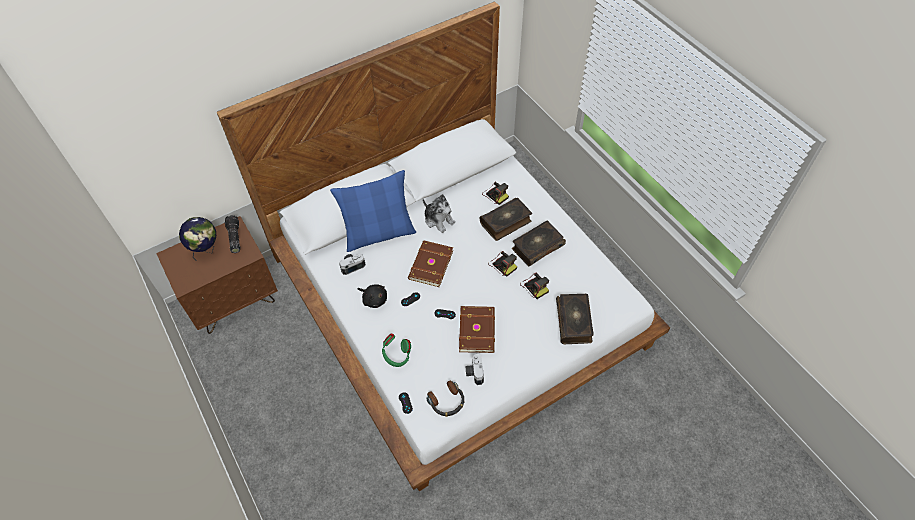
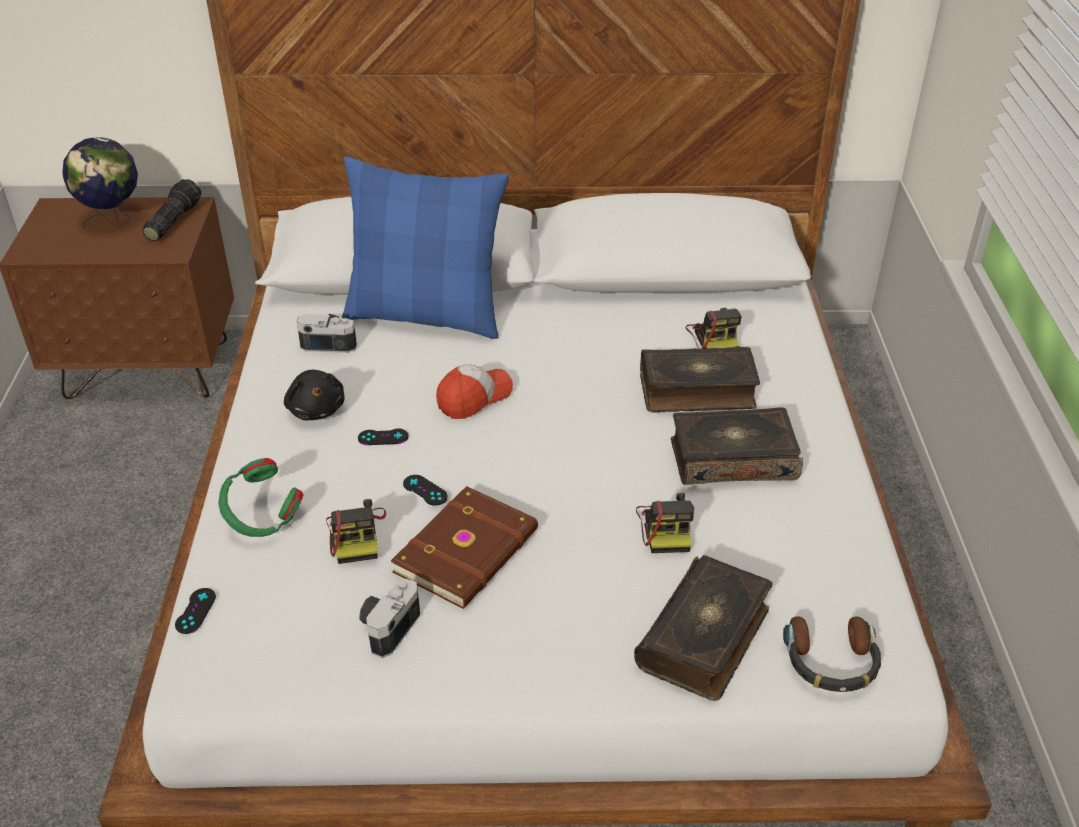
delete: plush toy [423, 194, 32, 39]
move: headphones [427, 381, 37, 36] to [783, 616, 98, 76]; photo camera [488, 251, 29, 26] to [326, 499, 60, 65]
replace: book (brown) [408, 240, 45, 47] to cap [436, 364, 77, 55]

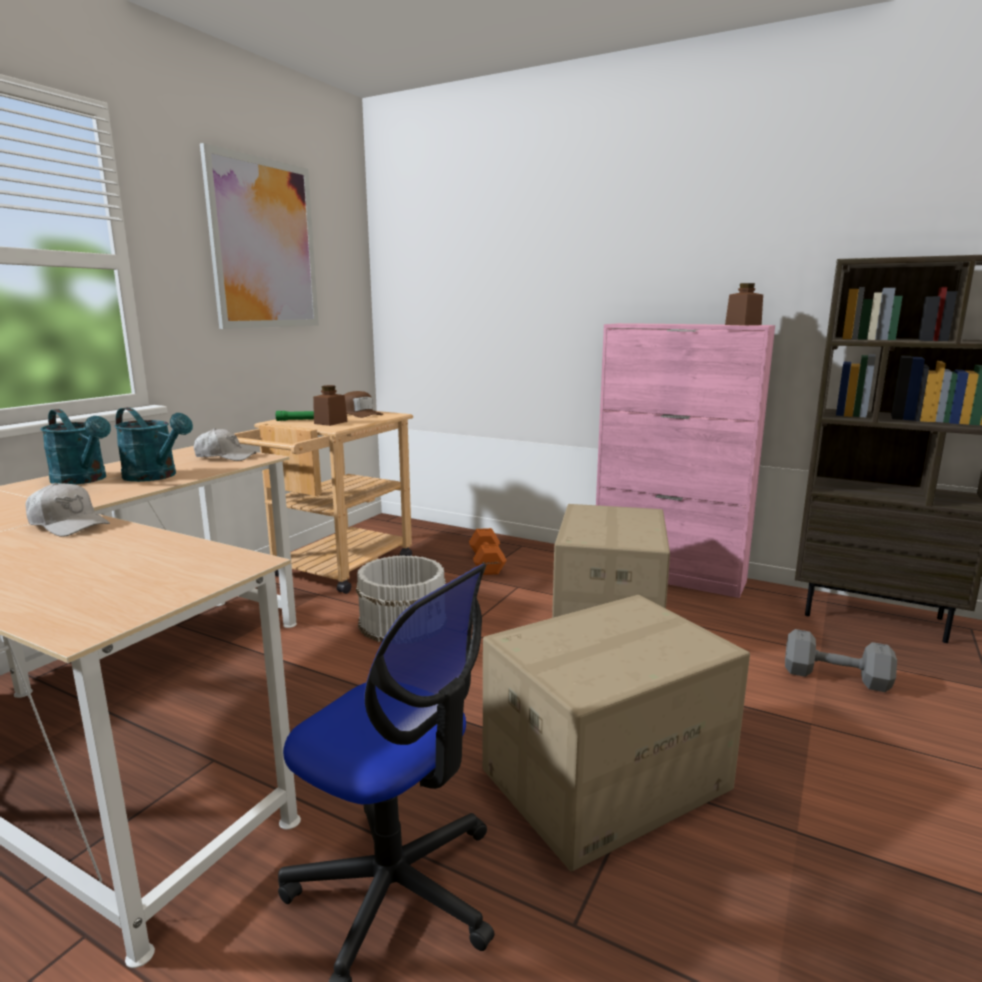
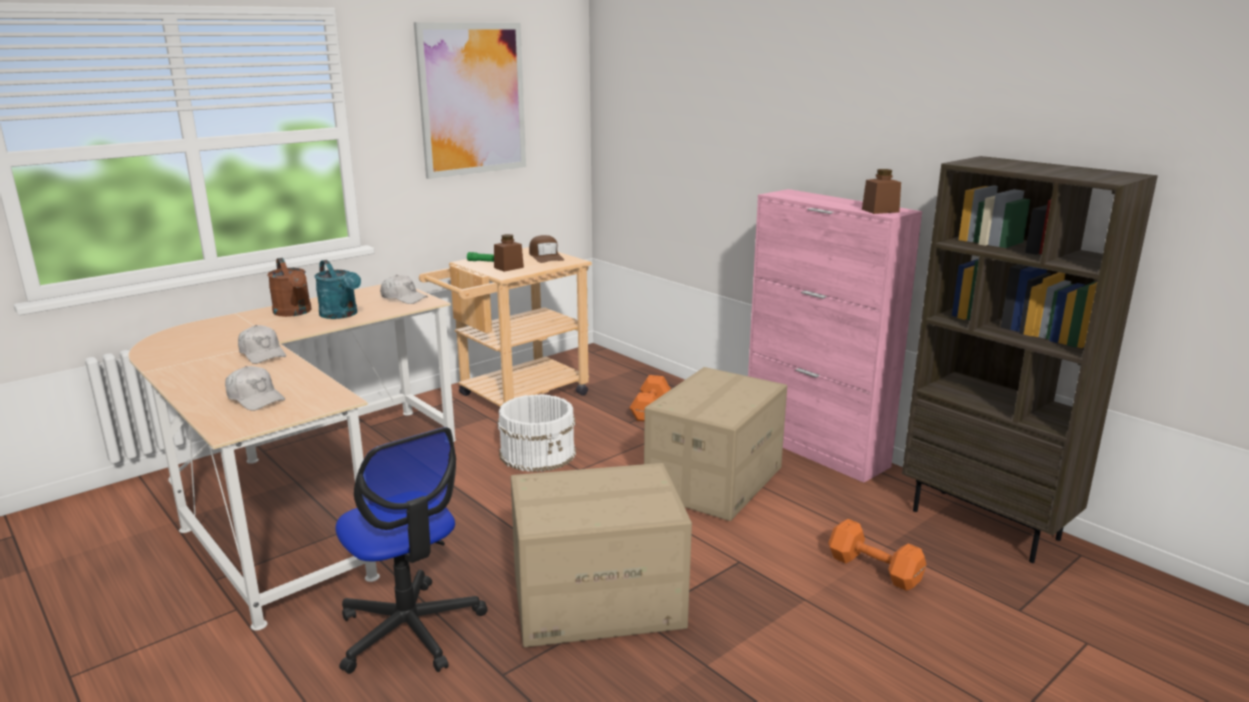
insert: cap (white) [225, 366, 60, 45]
recolor: watering can (turquoise) [41, 409, 70, 76] to watering can (brown) [267, 258, 45, 59]; dumbbell (grey) [785, 629, 112, 63] to dumbbell (orange) [828, 519, 98, 72]

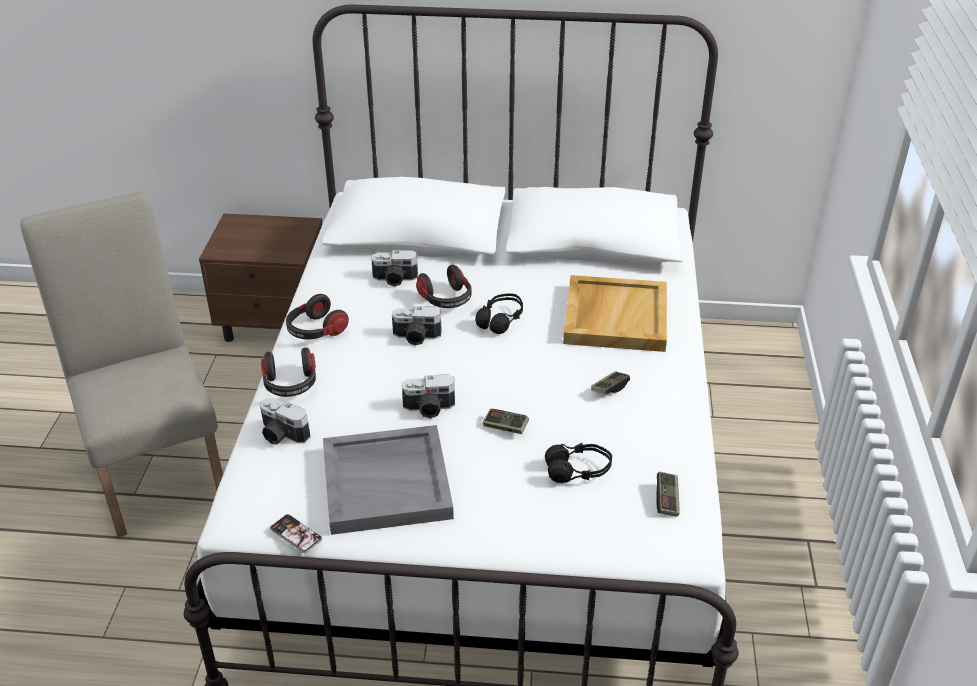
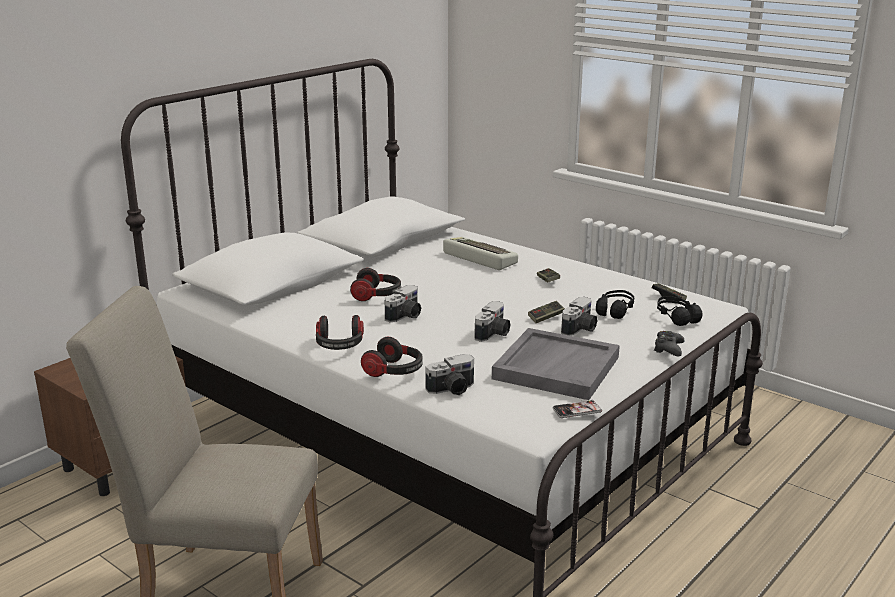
insert: game controller (black) [654, 331, 30, 25]
move: photo camera [371, 250, 47, 37] to [561, 297, 36, 39]; headphones (black) [475, 293, 48, 41] to [657, 296, 45, 30]
replace: tray (beige) [563, 275, 104, 77] to keyboard [443, 237, 75, 33]

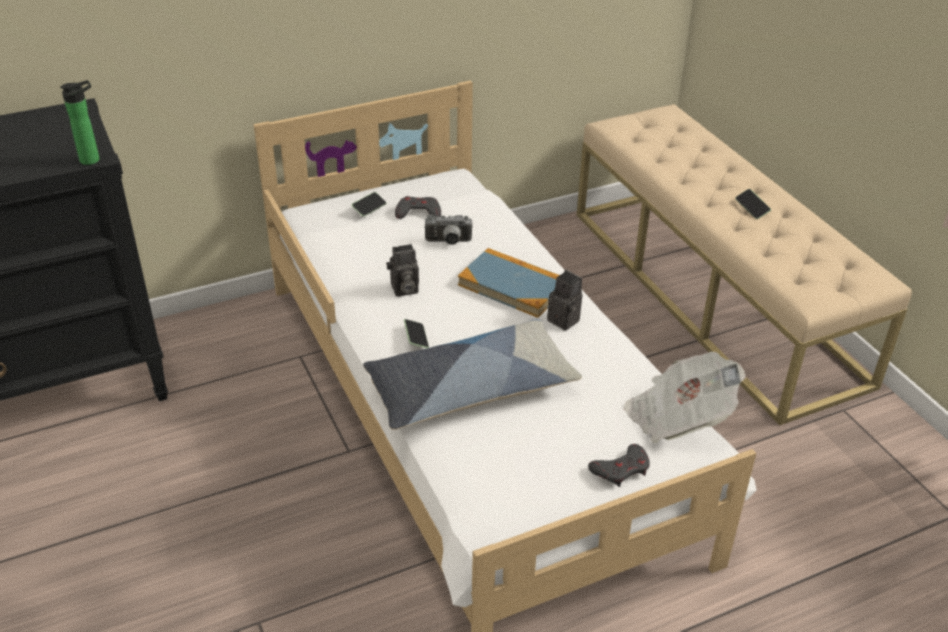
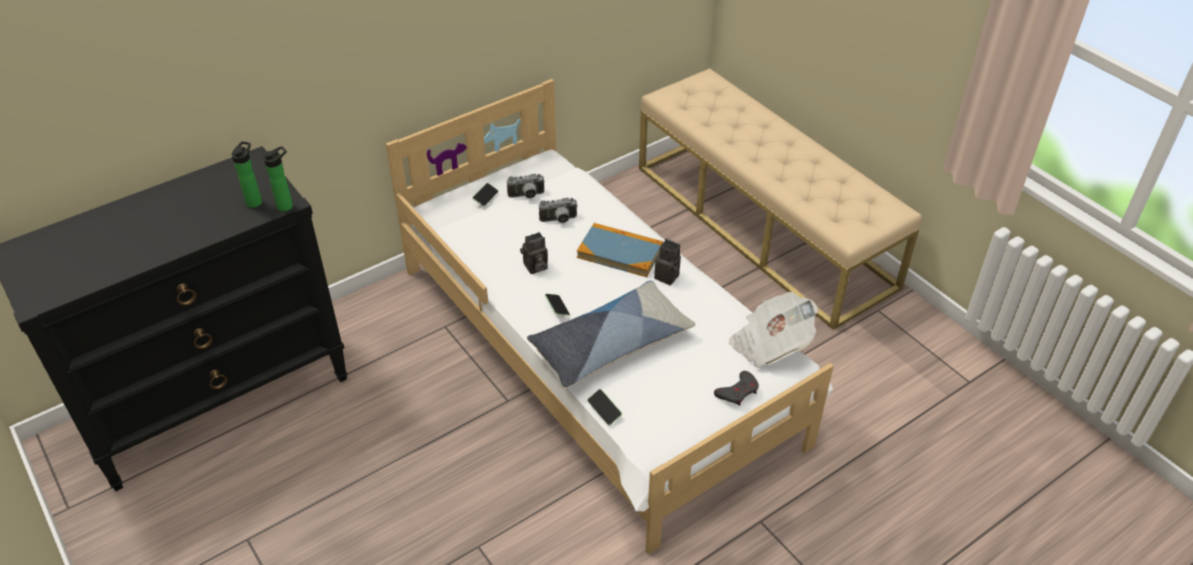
insert: bottle [232, 141, 30, 67]
move: phone [735, 189, 36, 30] to [587, 389, 35, 36]
replace: game controller (grey) [395, 196, 46, 23] to photo camera [507, 174, 38, 25]

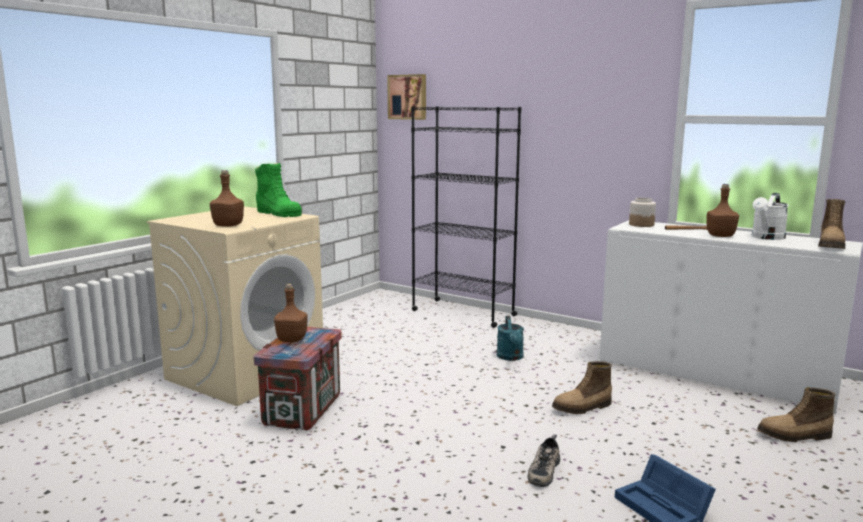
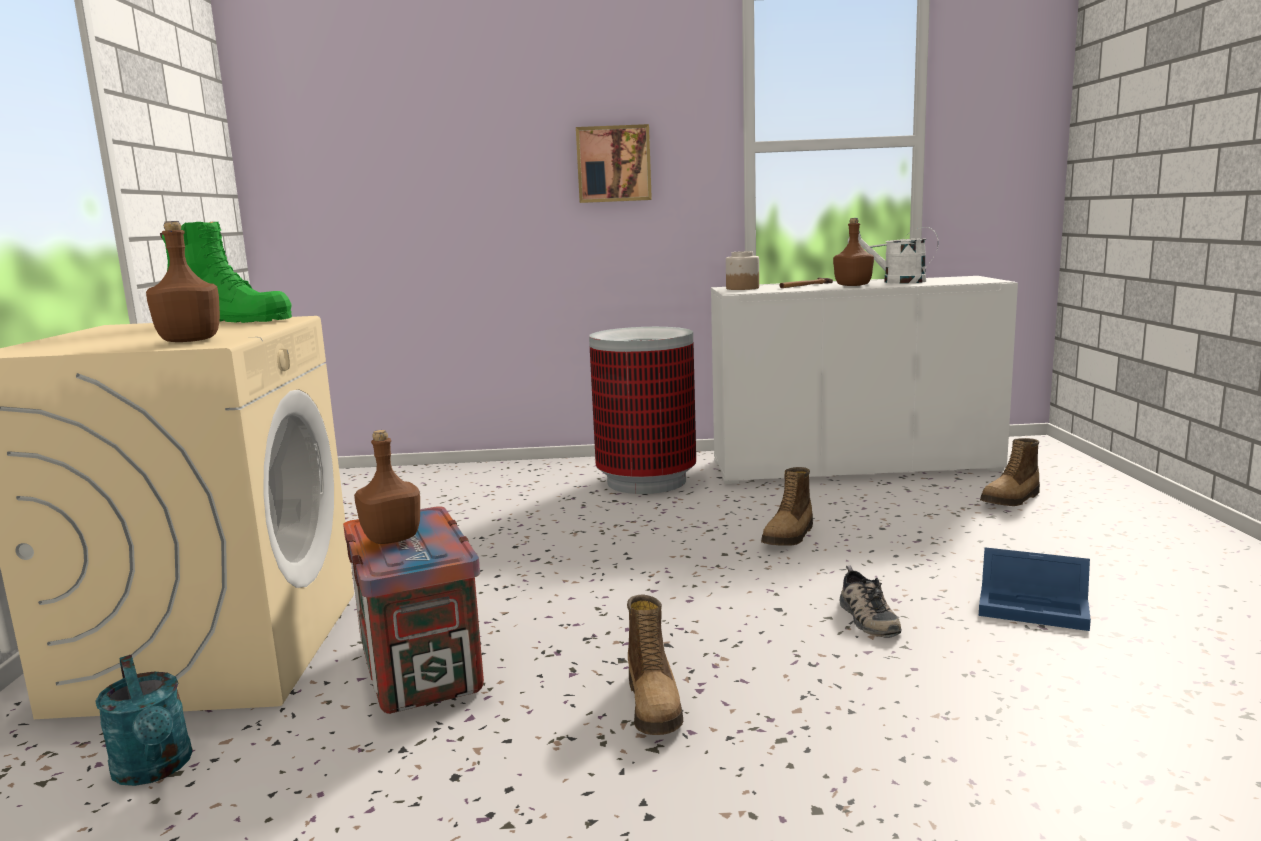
delete: bookcase (black) [411, 106, 110, 222]
insert: trash can [589, 327, 107, 167]
move: picture [387, 74, 39, 46] to [576, 124, 76, 79]; watering can (turquoise) [497, 316, 27, 45] to [95, 655, 98, 131]; boot [818, 199, 27, 50] to [627, 595, 56, 140]
rotate: watering can (white) [752, 193, 37, 47] = [848, 227, 90, 56] 105 degrees clockwise

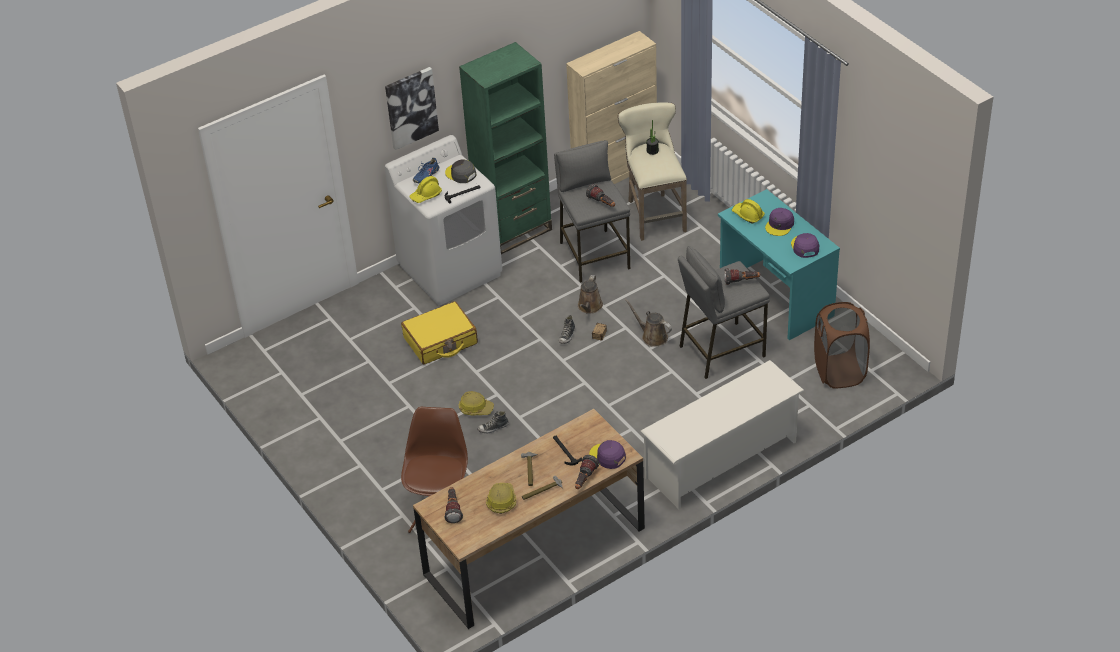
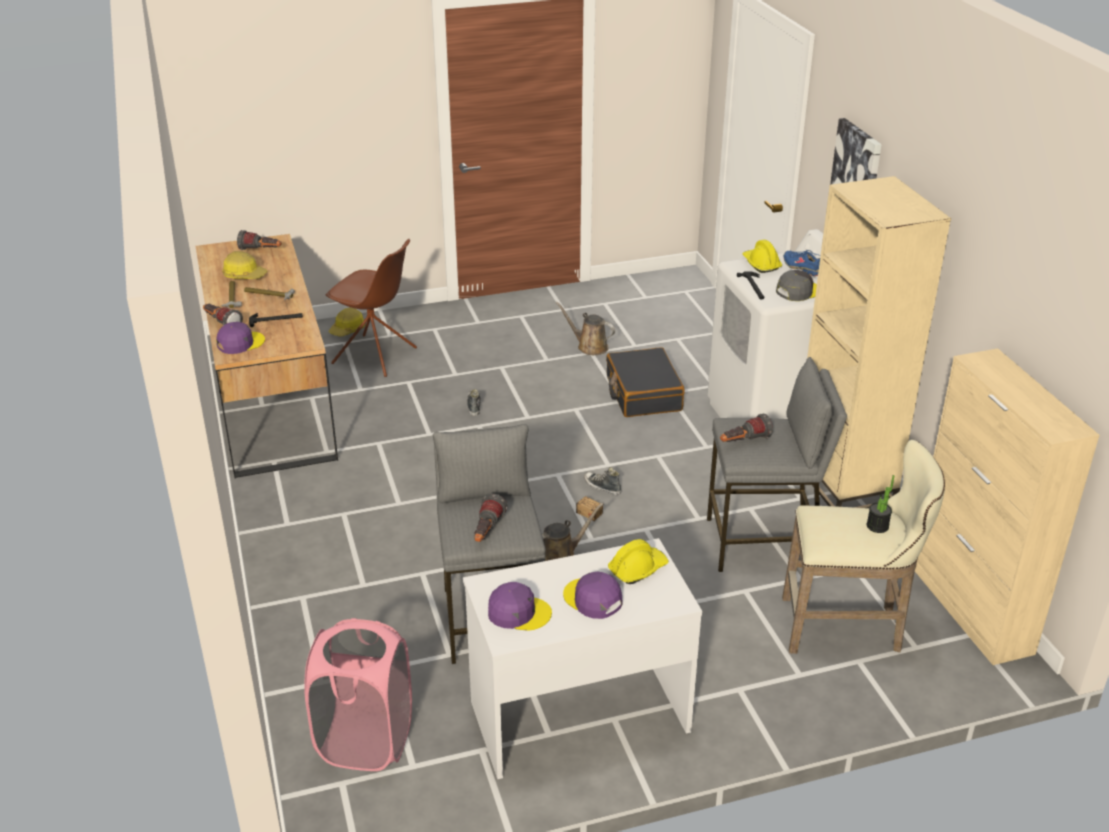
delete: shoe rack (white) [641, 360, 163, 149]
move: hard hat [459, 391, 35, 25] to [329, 307, 36, 30]; watering can (brown) [578, 275, 25, 39] to [556, 302, 59, 53]
recolor: suitcase (yellow) [401, 301, 77, 64] to suitcase (black) [606, 347, 79, 70]; bookcase (green) [459, 42, 93, 212] to bookcase (beige) [807, 176, 144, 332]; desk (turquoise) [718, 189, 122, 151] to desk (white) [463, 538, 239, 241]; laundry basket (brown) [814, 302, 56, 87] to laundry basket (pink) [304, 618, 108, 153]

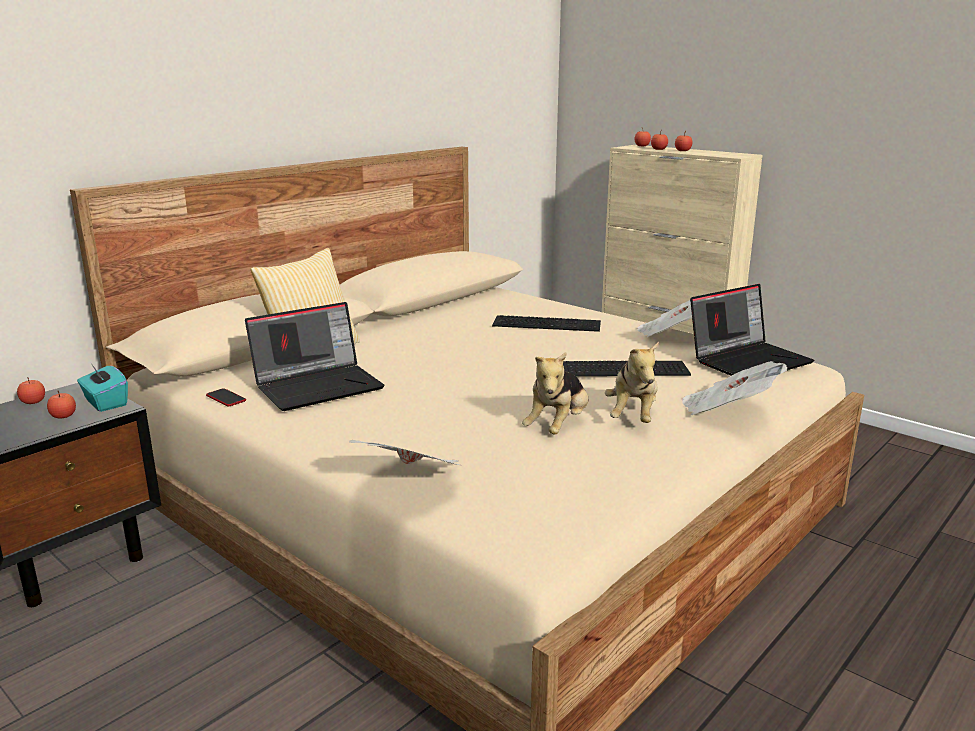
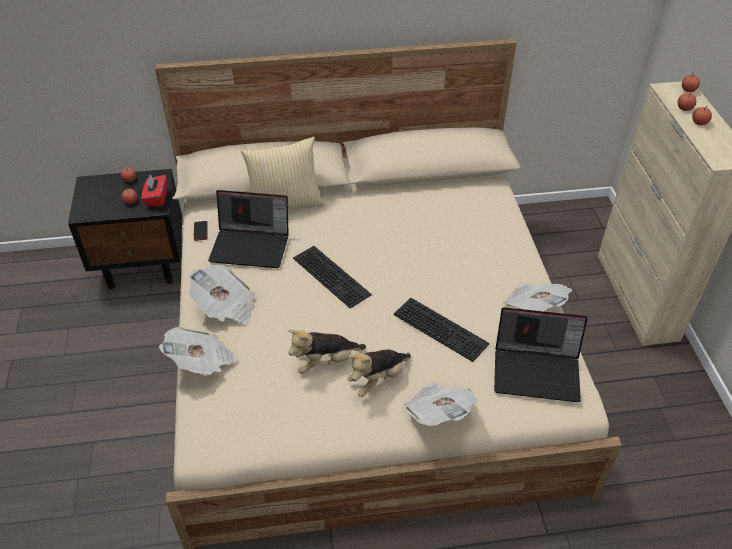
insert: newspaper [189, 265, 66, 59]
move: keyboard [492, 315, 109, 17] to [293, 246, 79, 63]
recolor: tissue box (turquoise) [77, 365, 51, 47] to tissue box (red) [141, 174, 26, 33]

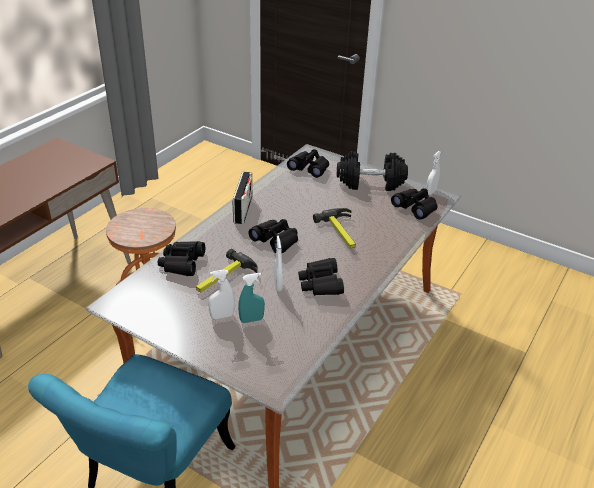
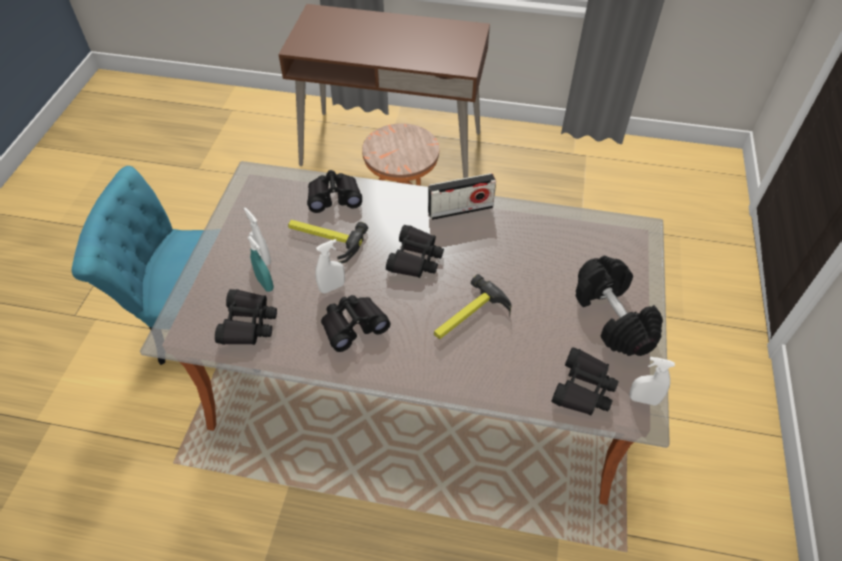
move: binoculars (black) [287, 149, 42, 29] to [215, 289, 62, 56]

